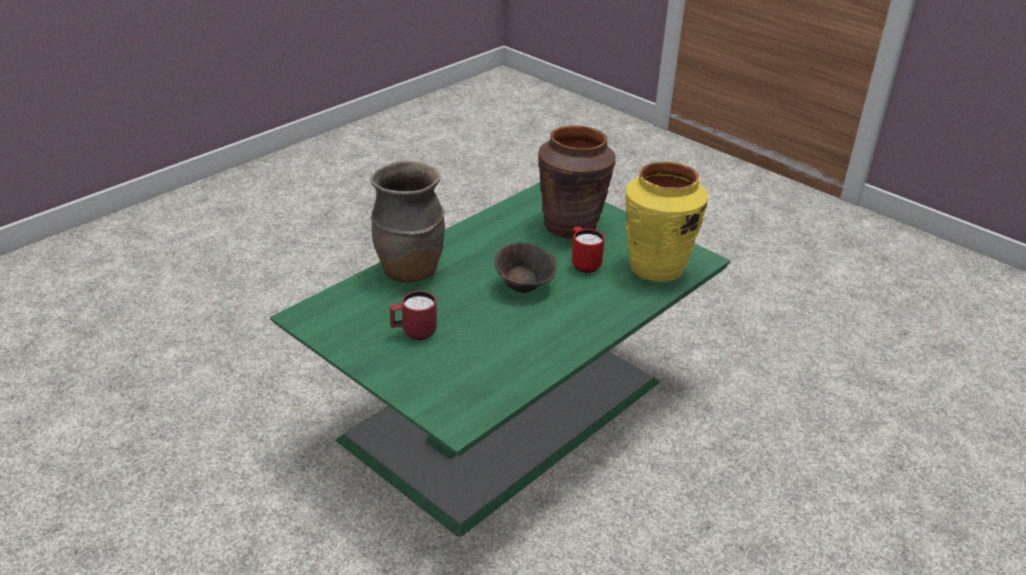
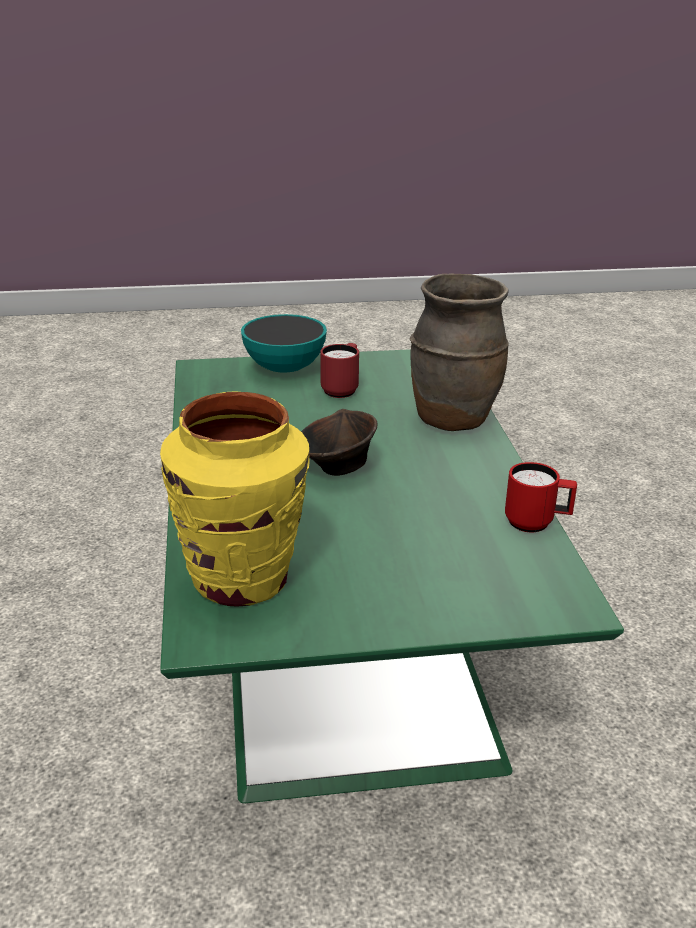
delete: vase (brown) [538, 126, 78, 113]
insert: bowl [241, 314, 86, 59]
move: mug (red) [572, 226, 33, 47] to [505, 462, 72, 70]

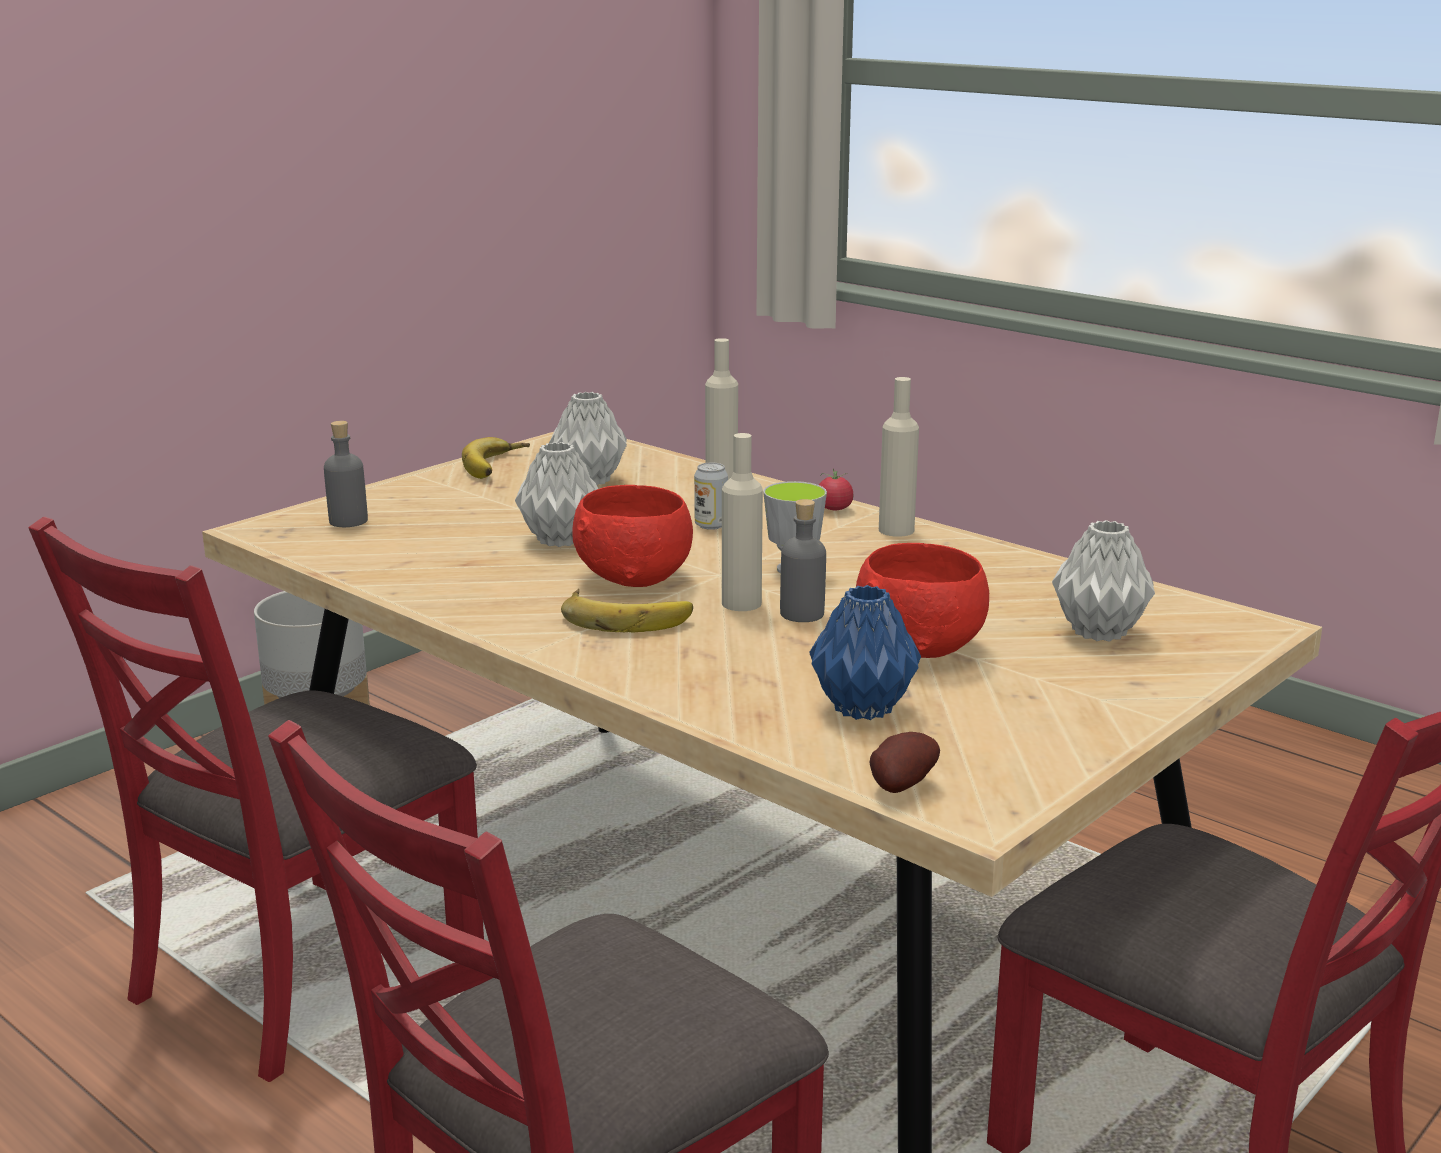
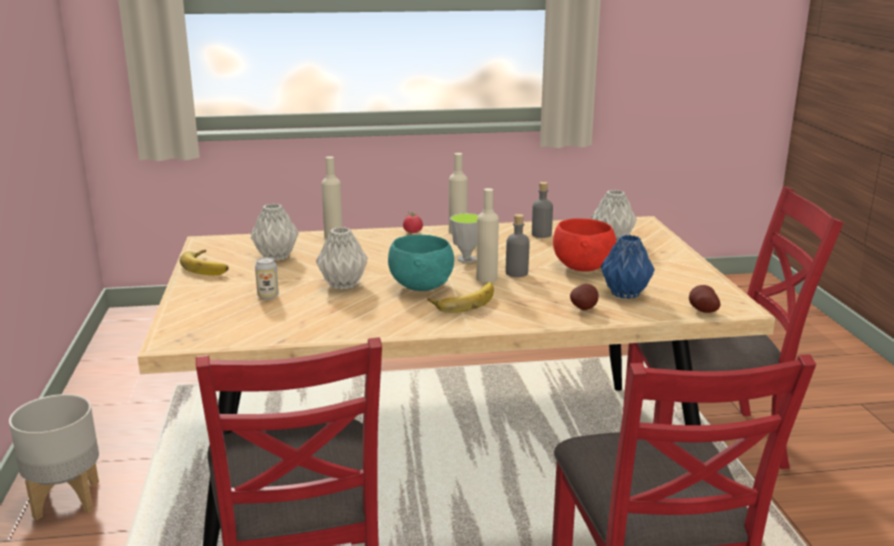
insert: potato [570, 284, 28, 26]
move: bottle (grey) [324, 421, 44, 106] to [532, 182, 21, 56]; can [694, 463, 34, 67] to [255, 257, 24, 43]
recolor: bowl (red) [572, 485, 121, 102] to bowl (turquoise) [388, 235, 66, 56]

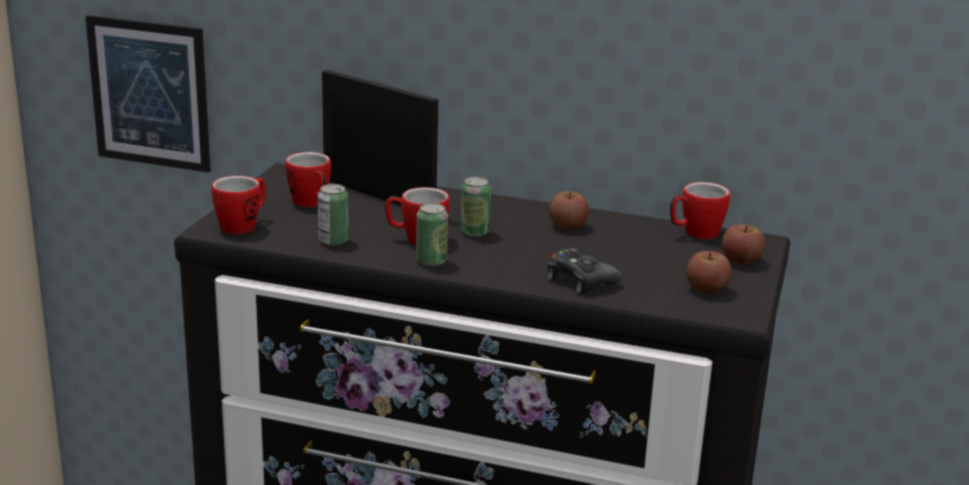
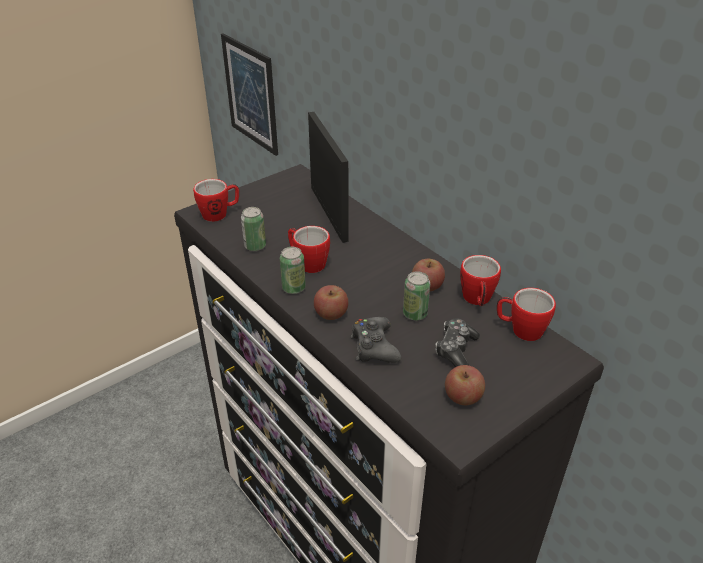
insert: game controller [435, 318, 45, 49]
move: mug [285, 152, 46, 55] to [460, 255, 41, 51]; can [460, 177, 31, 60] to [403, 271, 27, 50]; apple [722, 224, 43, 41] to [314, 285, 35, 35]

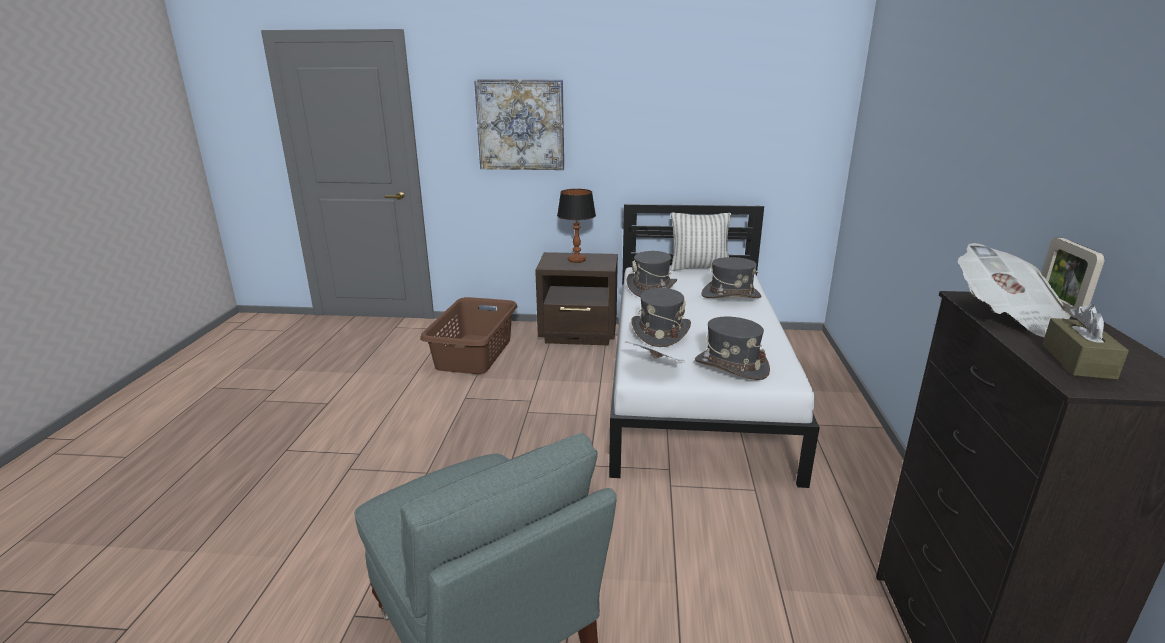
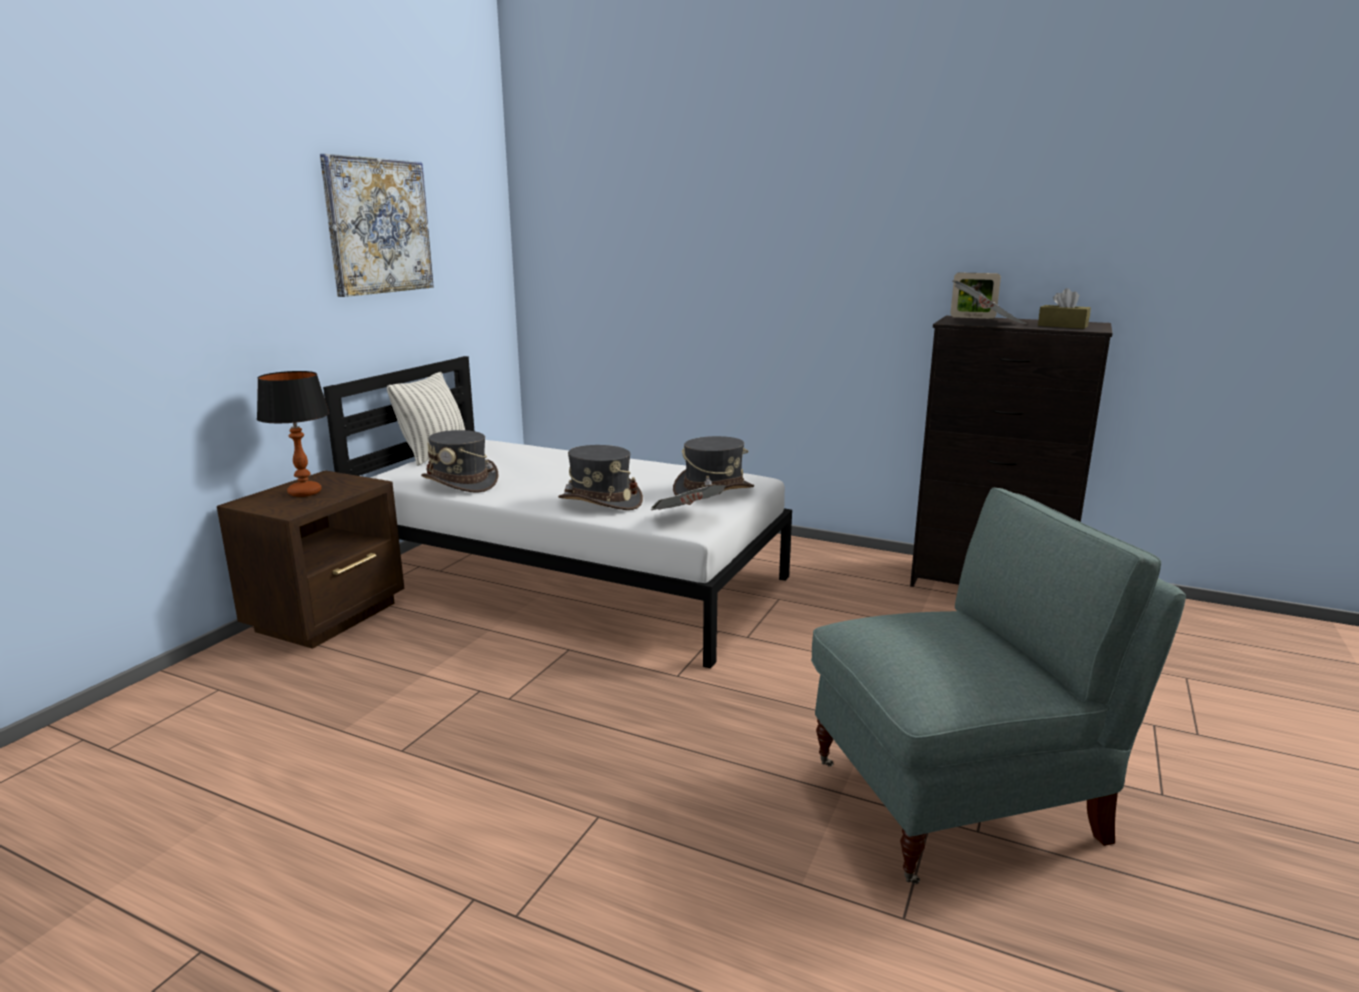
delete: laundry basket (brown) [420, 297, 98, 77]; hat (grey) [701, 257, 61, 41]
move: picture [474, 79, 90, 91] to [320, 154, 114, 143]

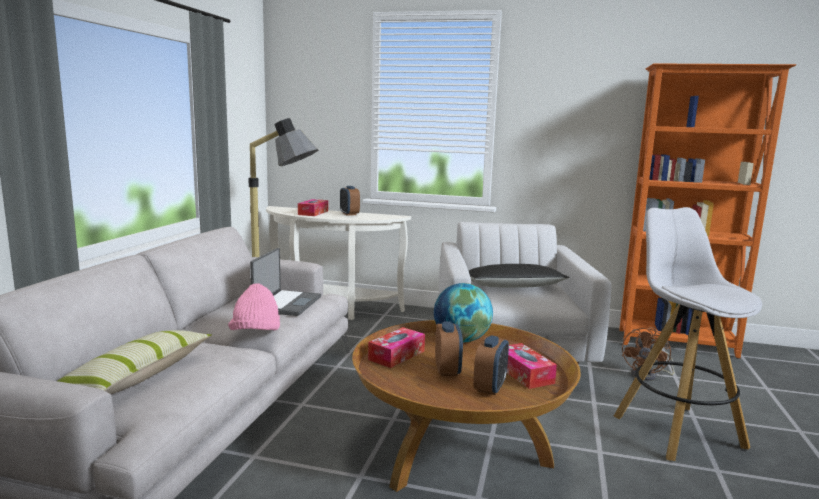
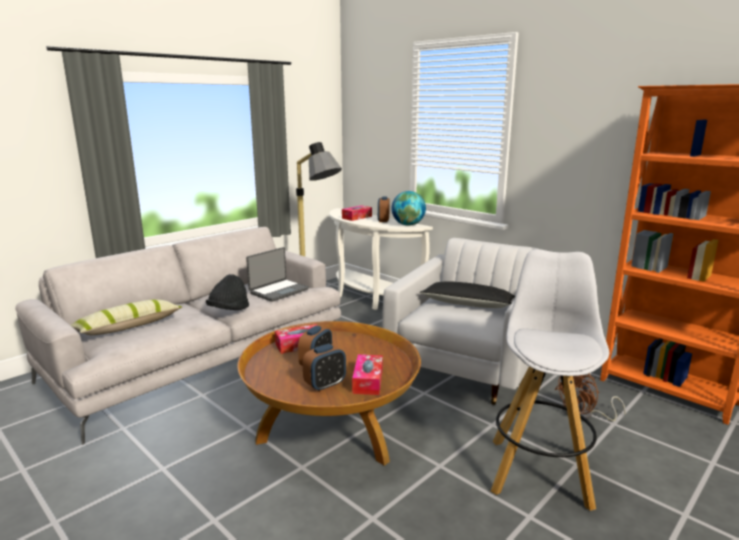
move: globe [434, 283, 59, 59] to [392, 191, 34, 35]
recolor: hat (pink) [228, 283, 52, 47] to hat (black) [206, 274, 43, 36]

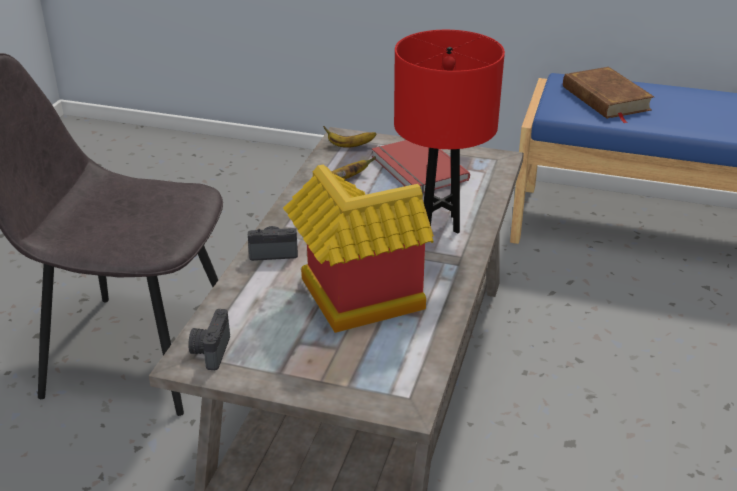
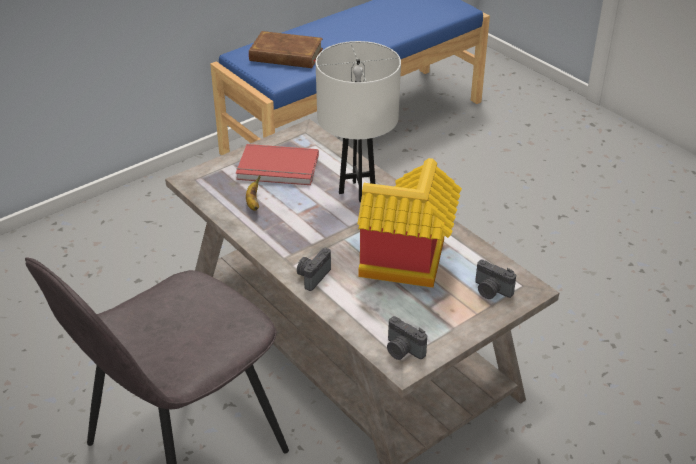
delete: banana [323, 126, 53, 22]
insert: photo camera [475, 260, 41, 39]
recolor: table lamp (red) [394, 30, 111, 204] to table lamp (white) [316, 41, 85, 162]

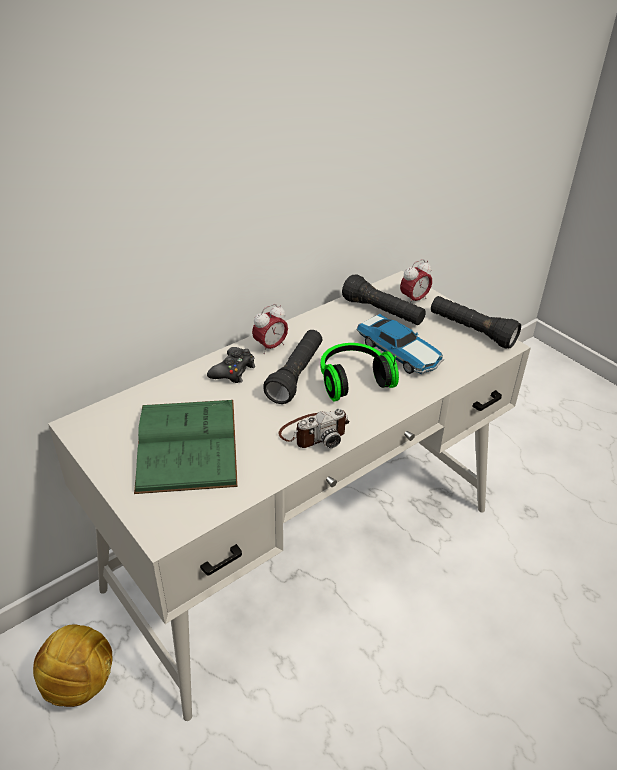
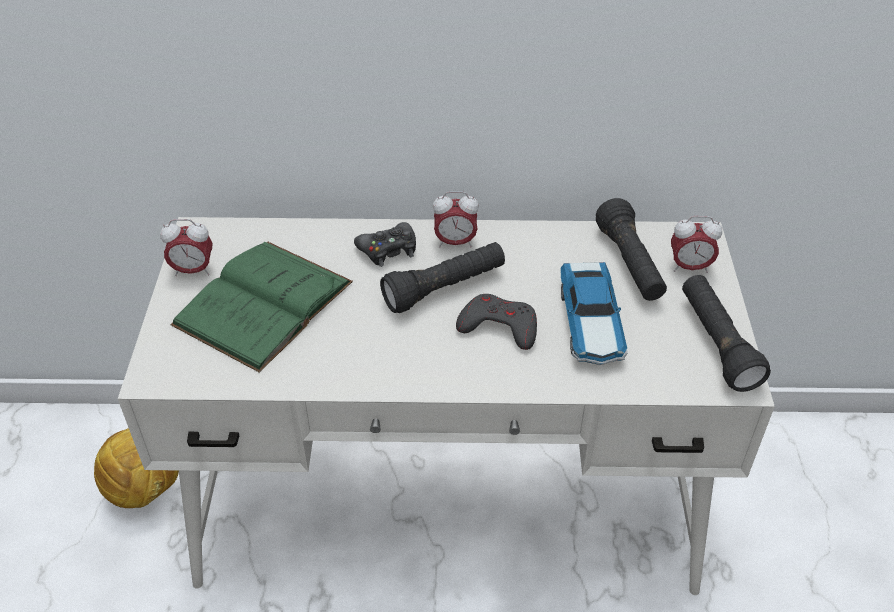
delete: photo camera [278, 408, 71, 40]
insert: alarm clock [160, 219, 52, 57]
replace: headphones [320, 343, 79, 58] to game controller (grey) [456, 294, 81, 56]

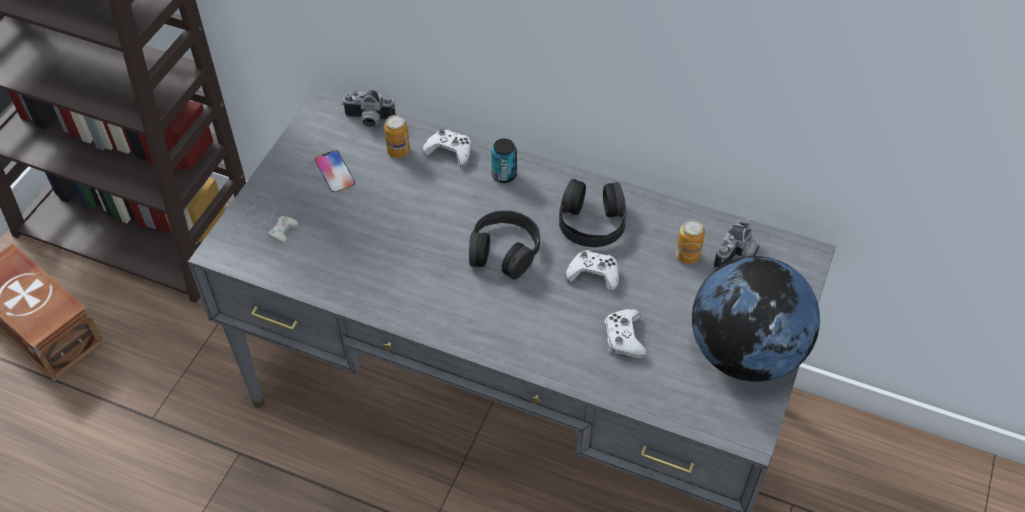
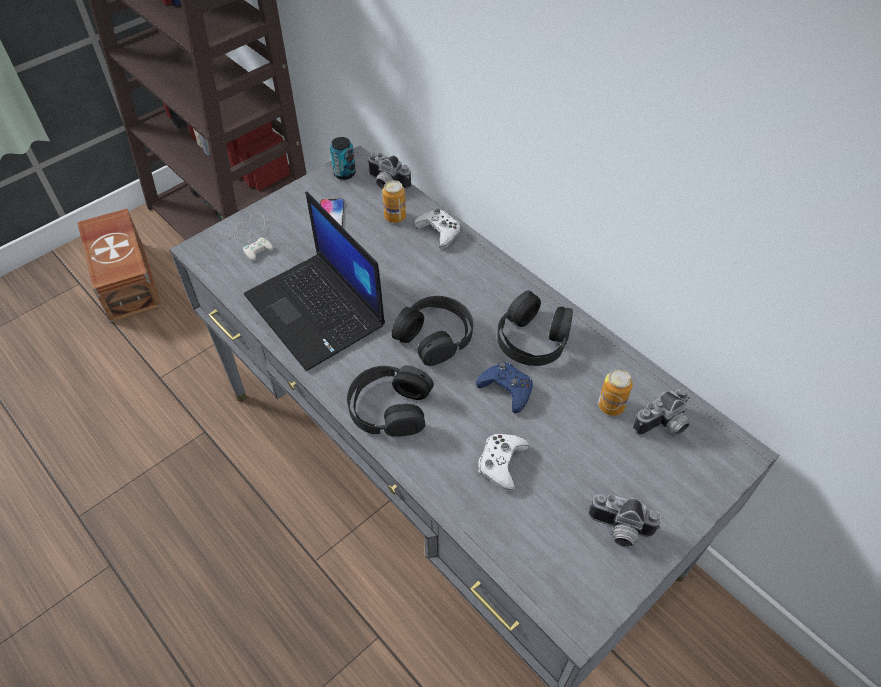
insert: laptop [244, 192, 141, 179]; headphones (black) [347, 365, 87, 72]
move: can [491, 139, 26, 44] to [330, 137, 26, 43]
replace: globe [692, 256, 128, 126] to photo camera [588, 494, 73, 54]
recolor: game controller (white) [565, 250, 54, 42] to game controller (blue) [476, 362, 57, 51]

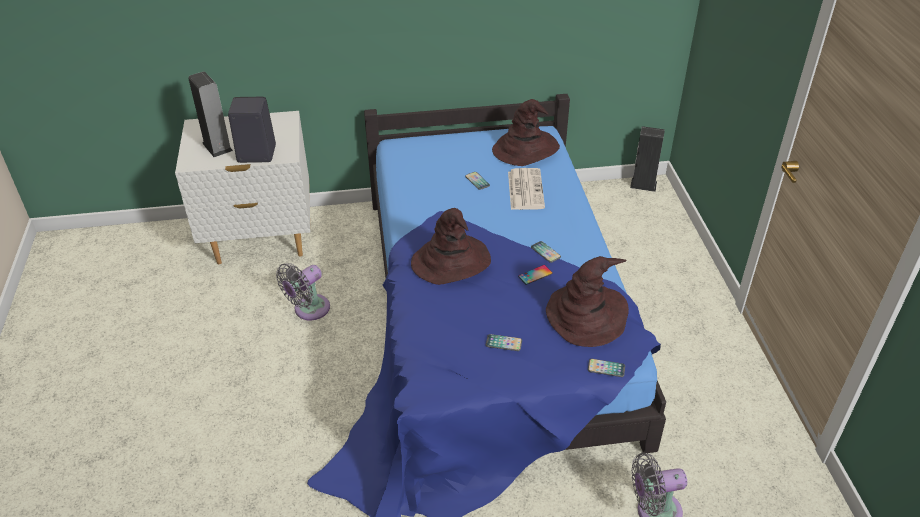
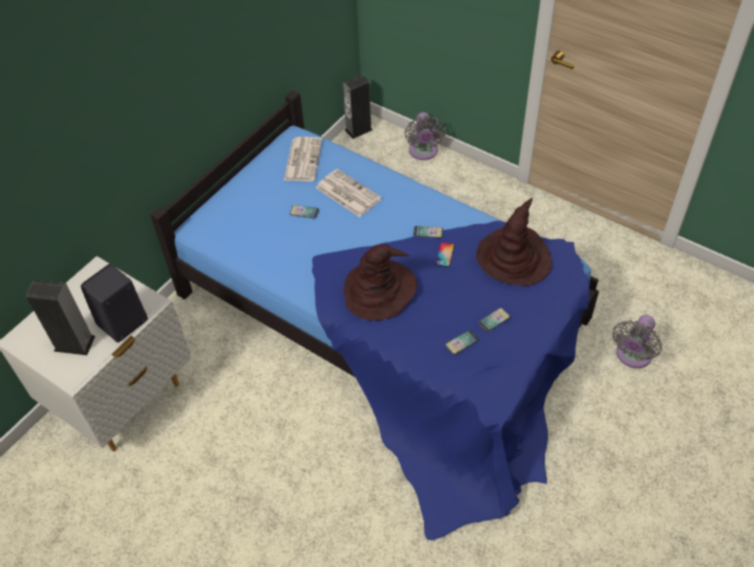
move: fan (grey) [276, 263, 54, 57] to [405, 112, 41, 48]; phone [588, 359, 37, 18] to [445, 330, 33, 25]
replace: hat (brown) [492, 99, 68, 67] to newspaper [284, 137, 38, 44]

